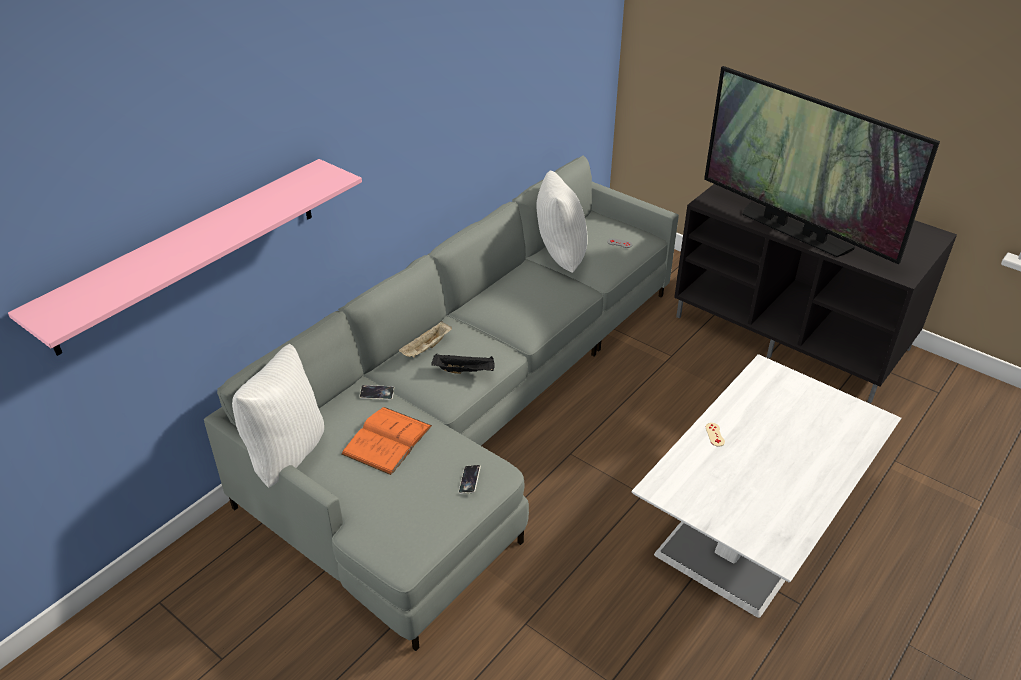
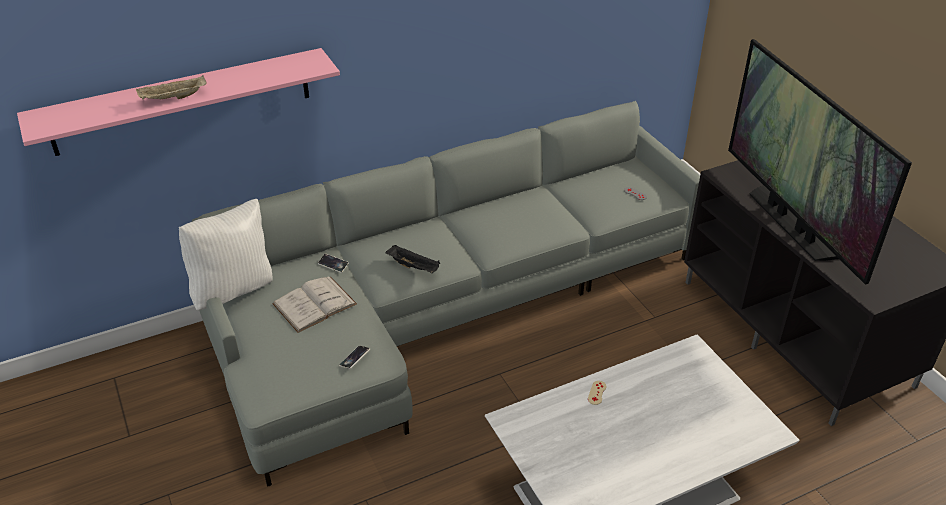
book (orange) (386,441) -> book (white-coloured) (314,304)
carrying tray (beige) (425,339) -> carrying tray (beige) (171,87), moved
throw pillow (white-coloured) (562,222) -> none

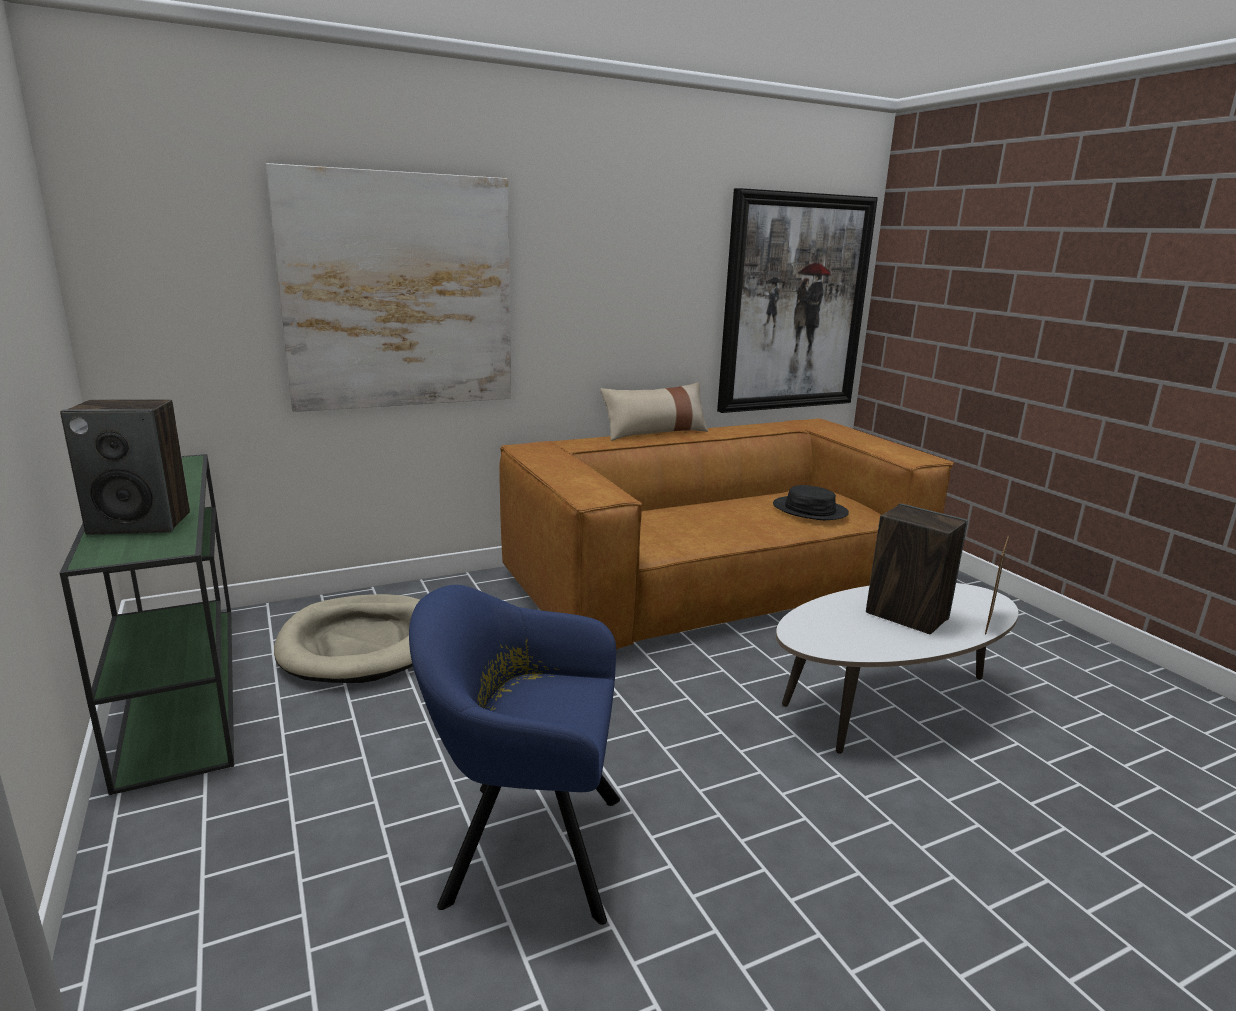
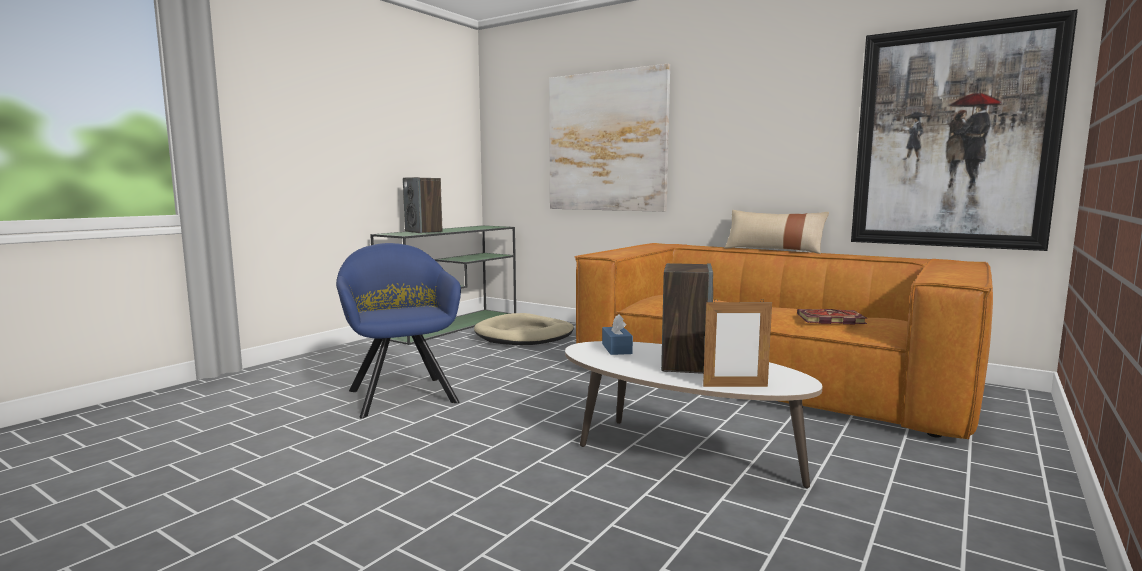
wearable hat (blackish) (811,502) -> book (832,316)
none -> tissue holder (blue-coloured) (617,334)

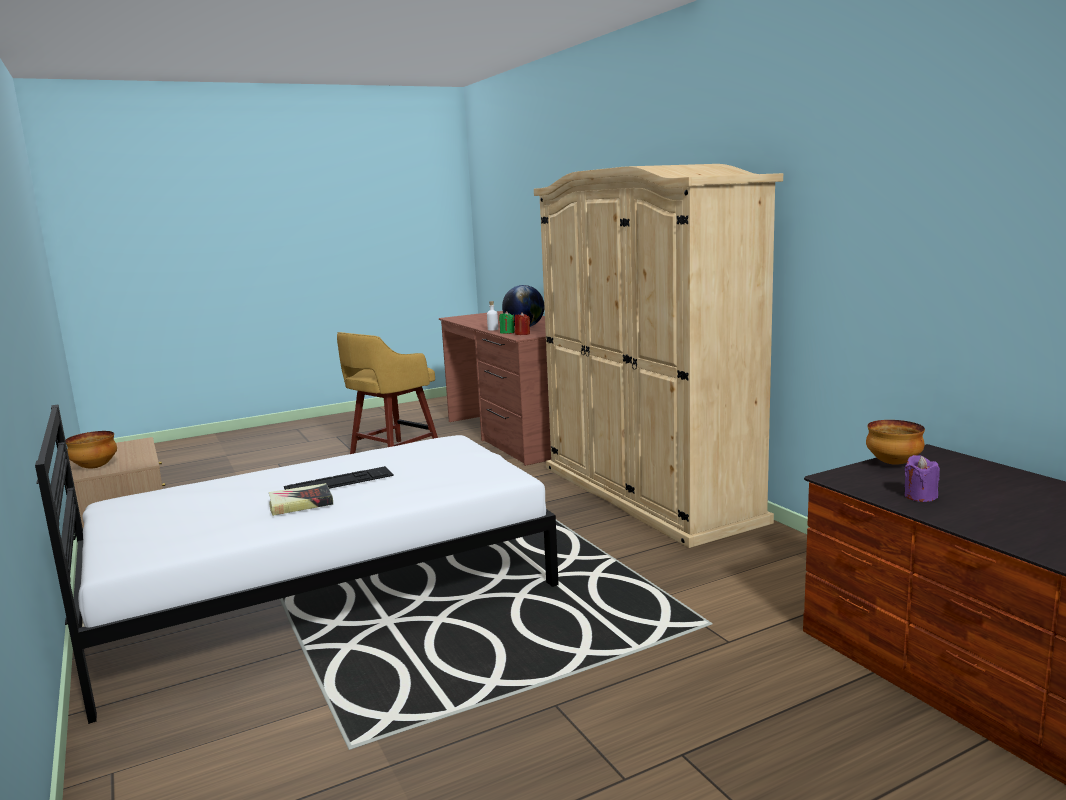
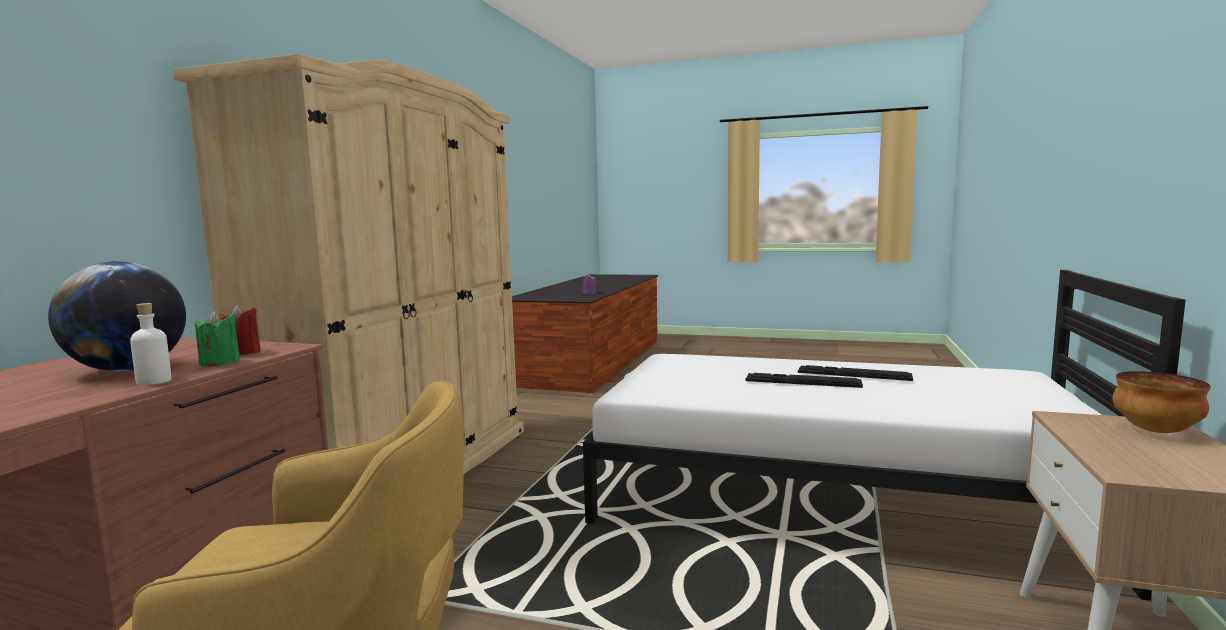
book (301,499) -> computer keyboard (855,373)
deep dish (895,442) -> none

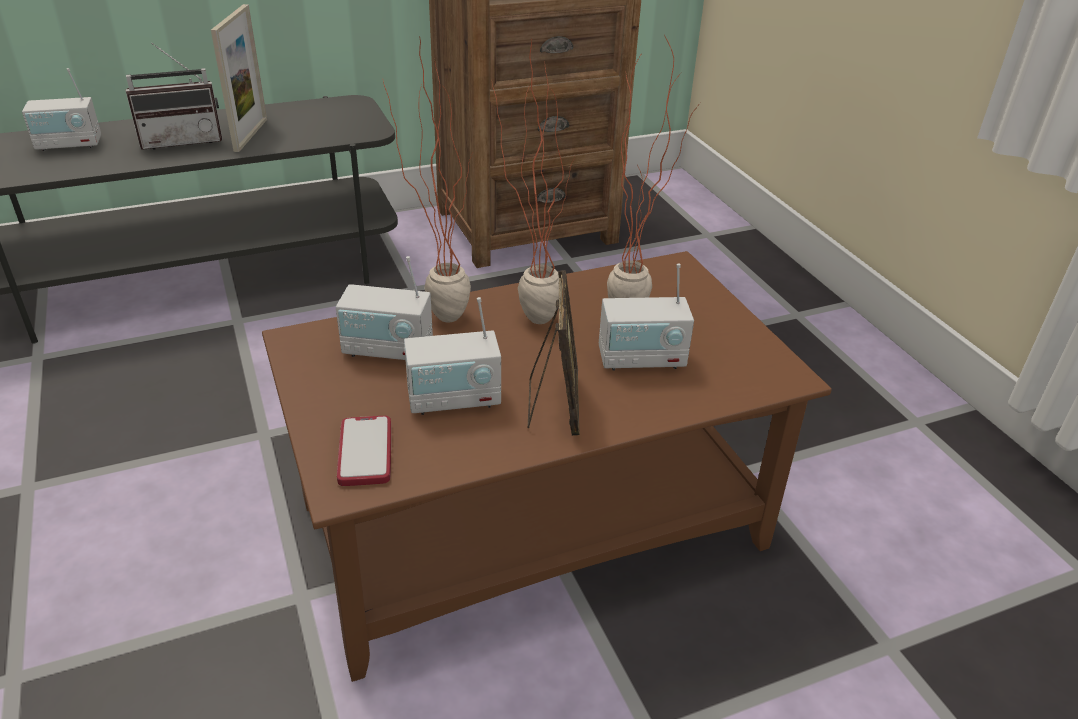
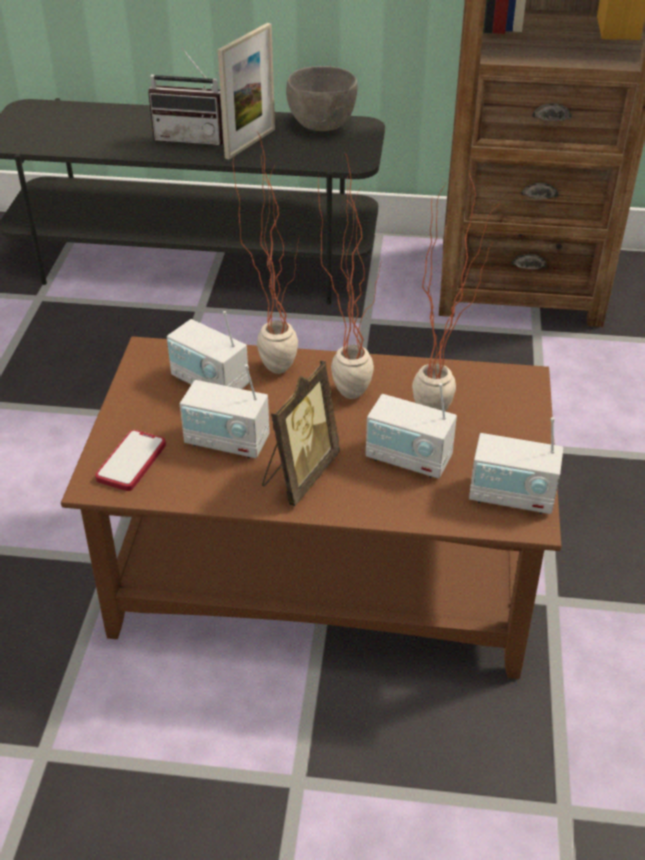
radio receiver (61,109) -> radio receiver (516,465), moved
none -> deep dish (gray) (322,98)

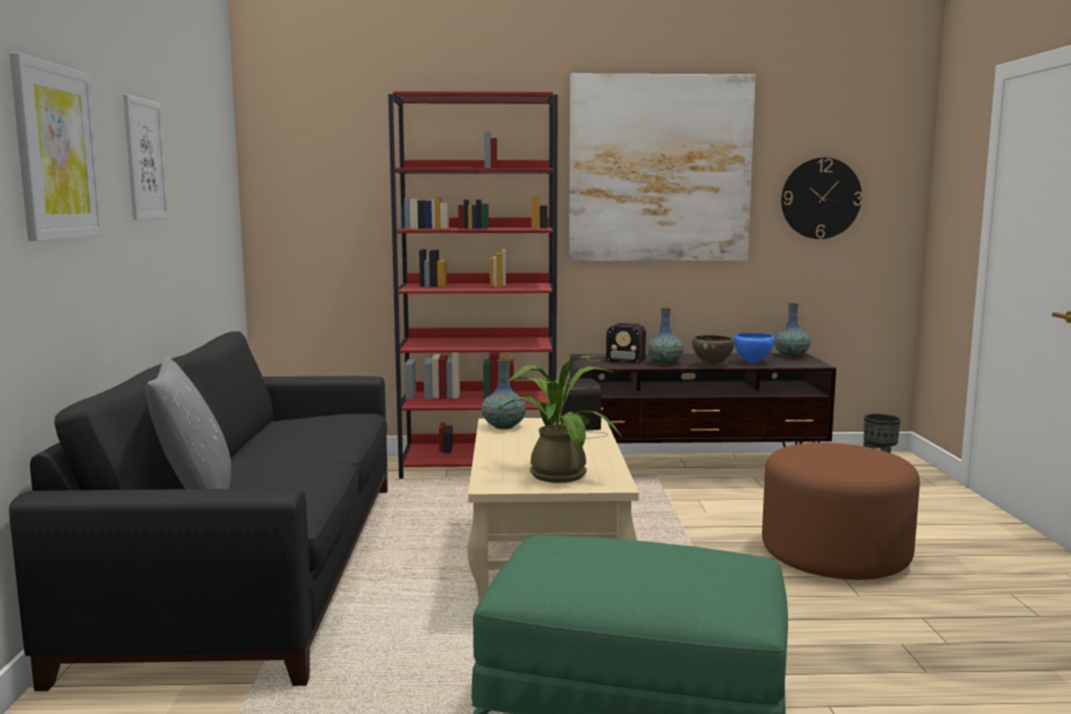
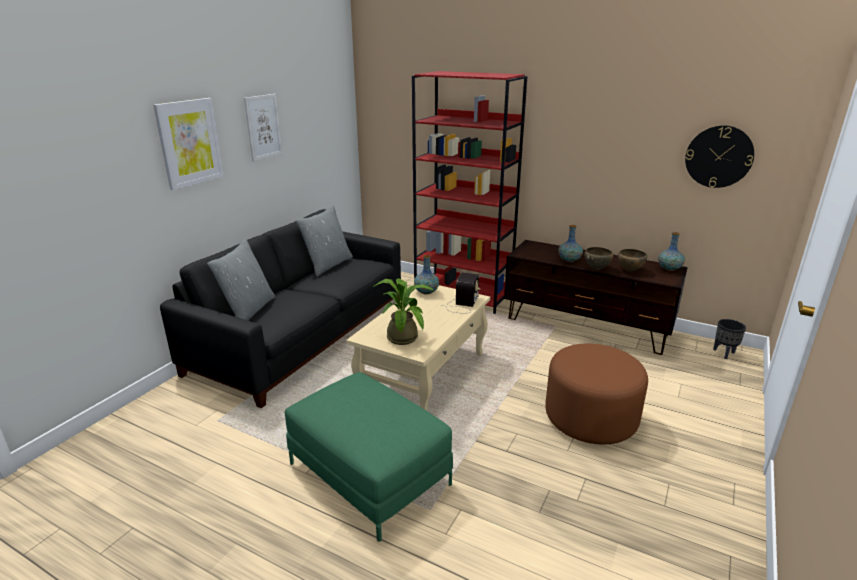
picture (662,167) -> none
radio receiver (617,343) -> none
deep dish (blue-coloured) (754,348) -> deep dish (brown-coloured) (632,260)
none -> throw pillow (gray) (324,241)

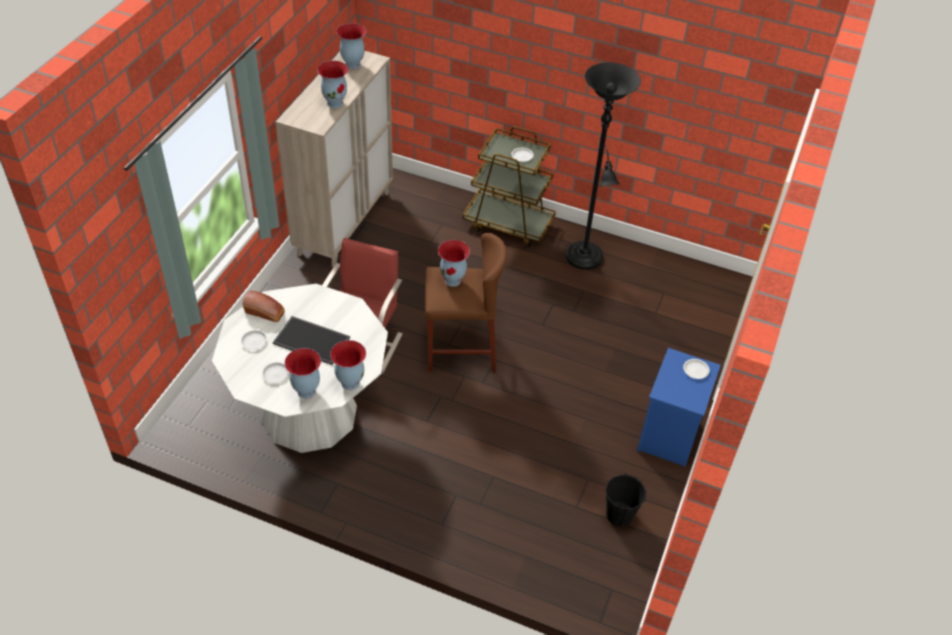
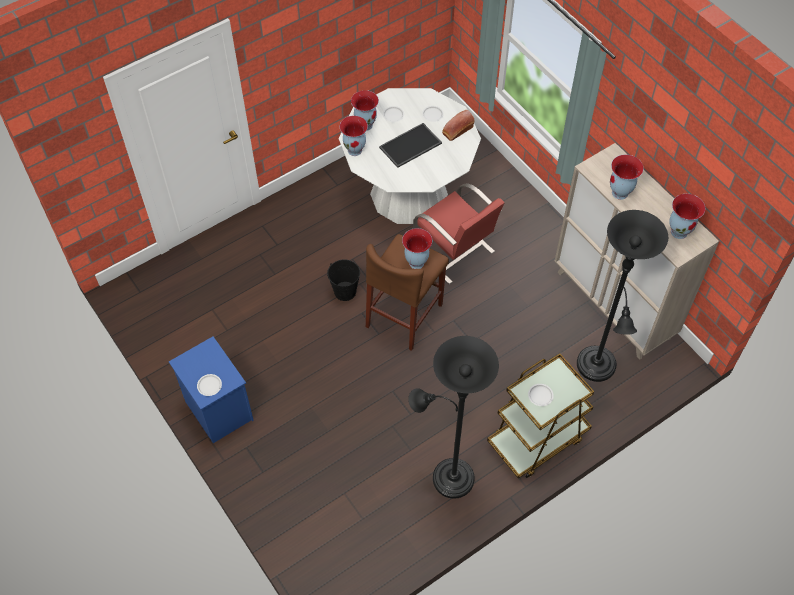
bucket (blackish) (626,500) -> bucket (blackish) (343,280), moved
none -> floor lamp (blackish) (622,296)

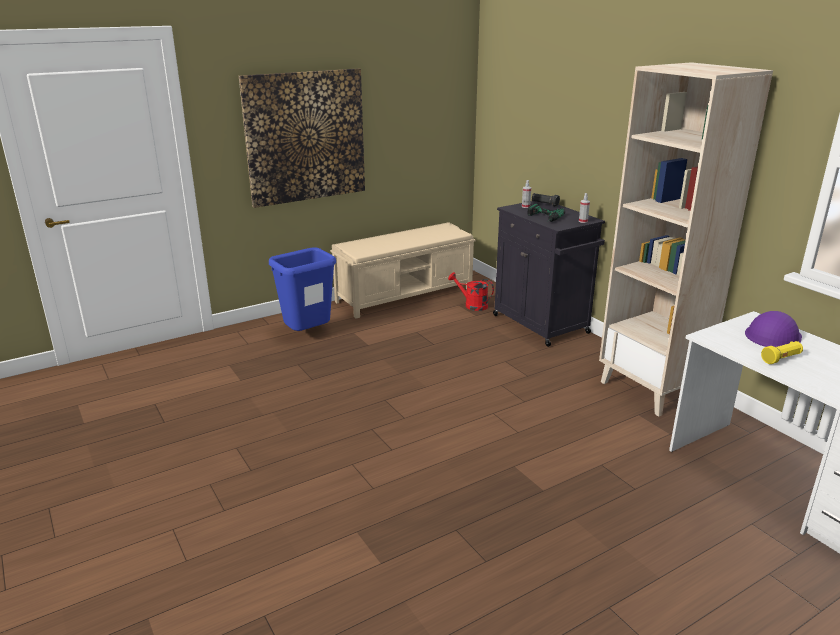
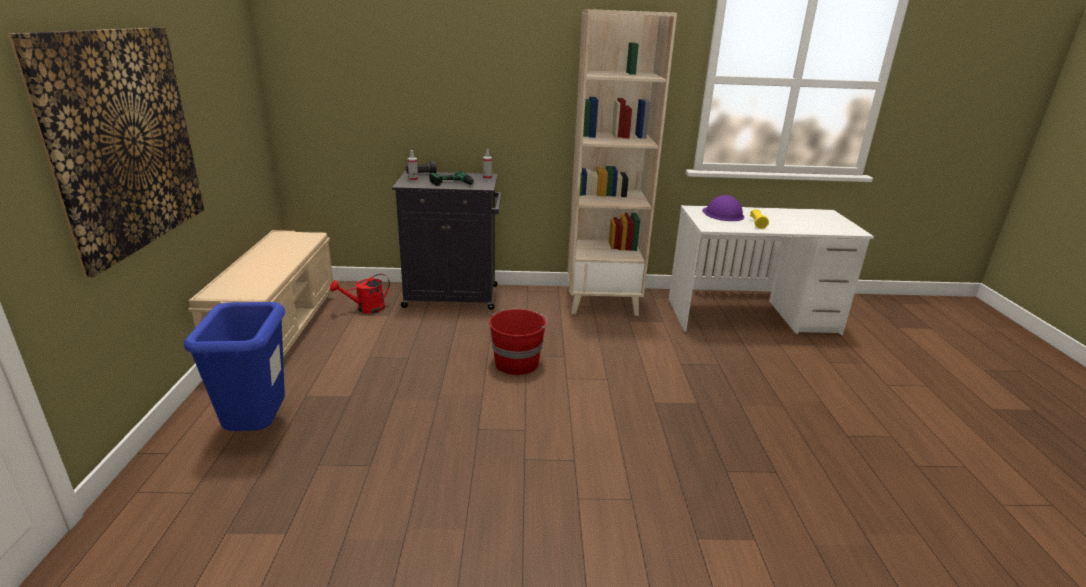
none -> bucket (red) (518,342)

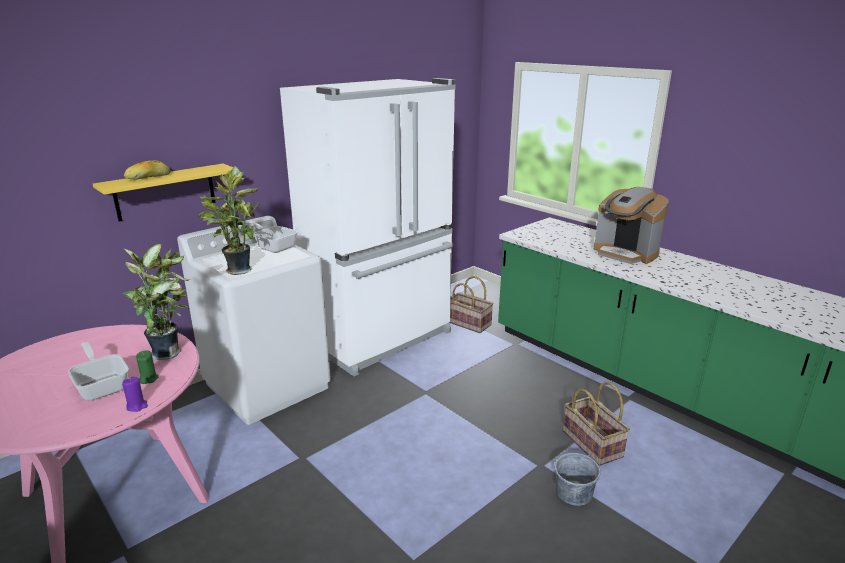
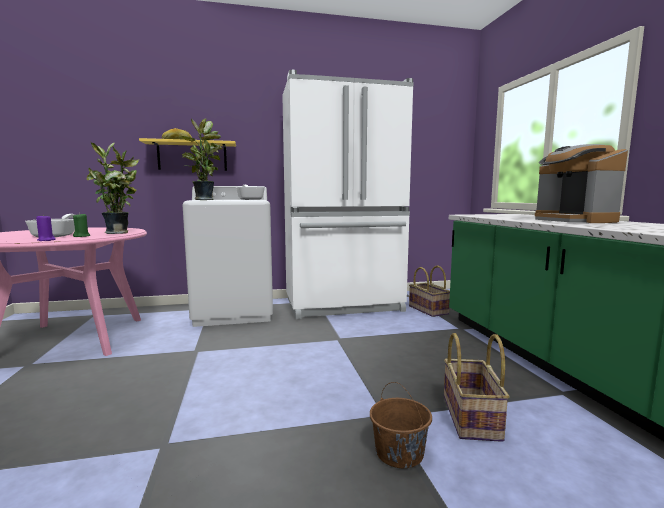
bucket (gray) (578,477) -> bucket (brown-coloured) (401,425)

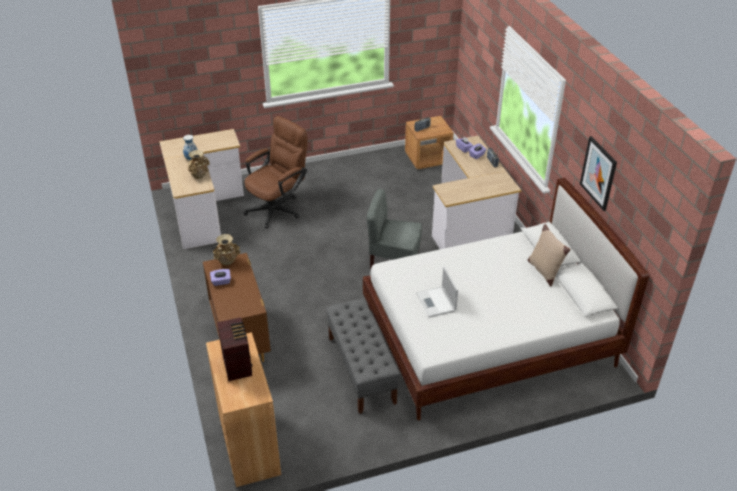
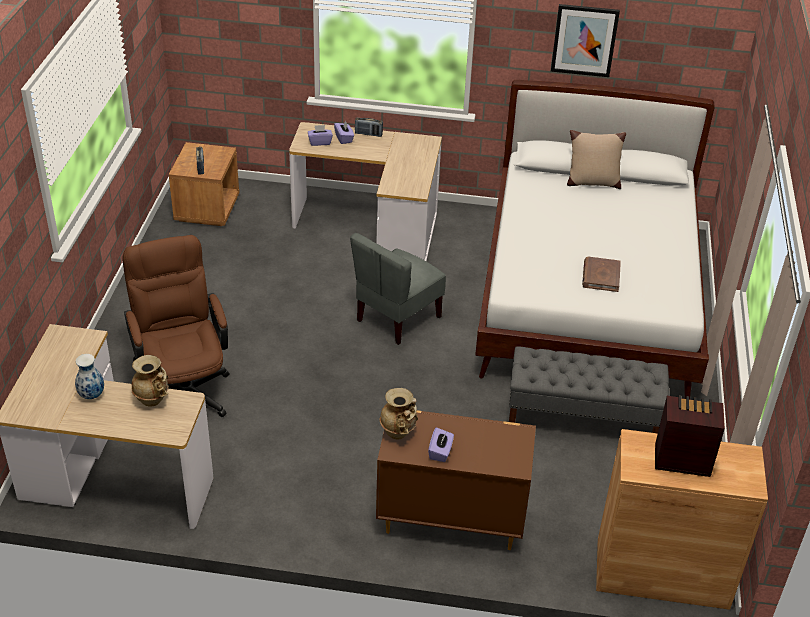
portable computer (437,292) -> book (brown-coloured) (601,274)

